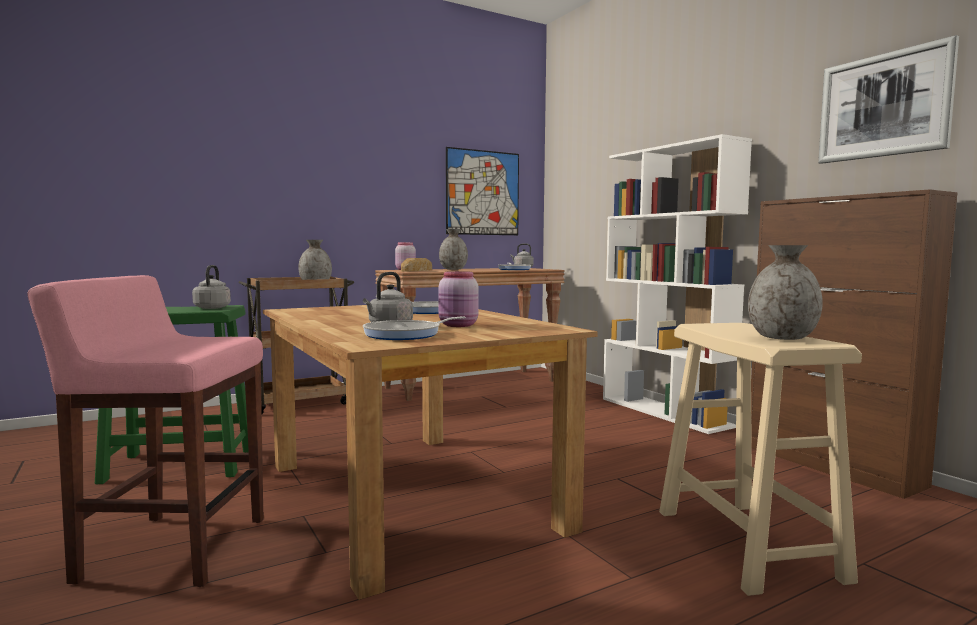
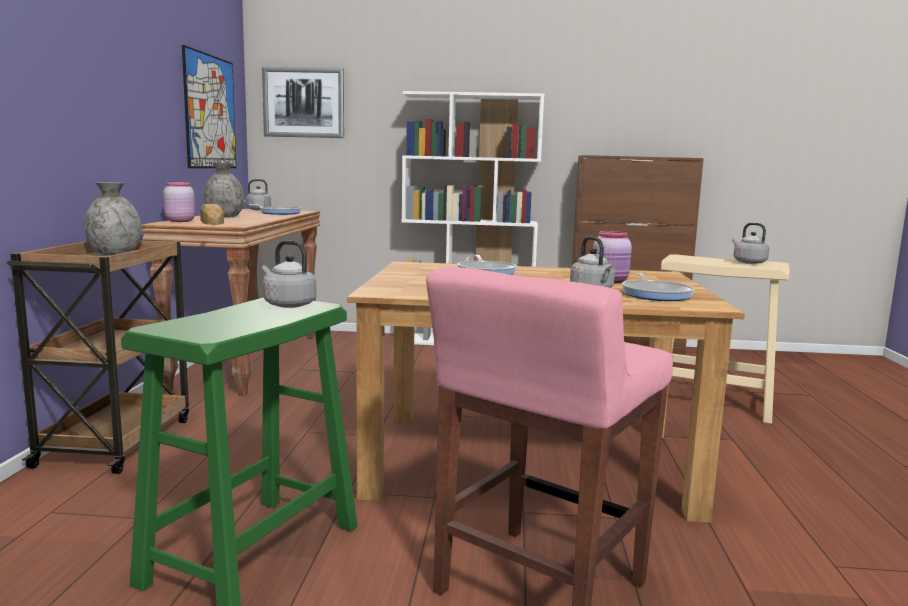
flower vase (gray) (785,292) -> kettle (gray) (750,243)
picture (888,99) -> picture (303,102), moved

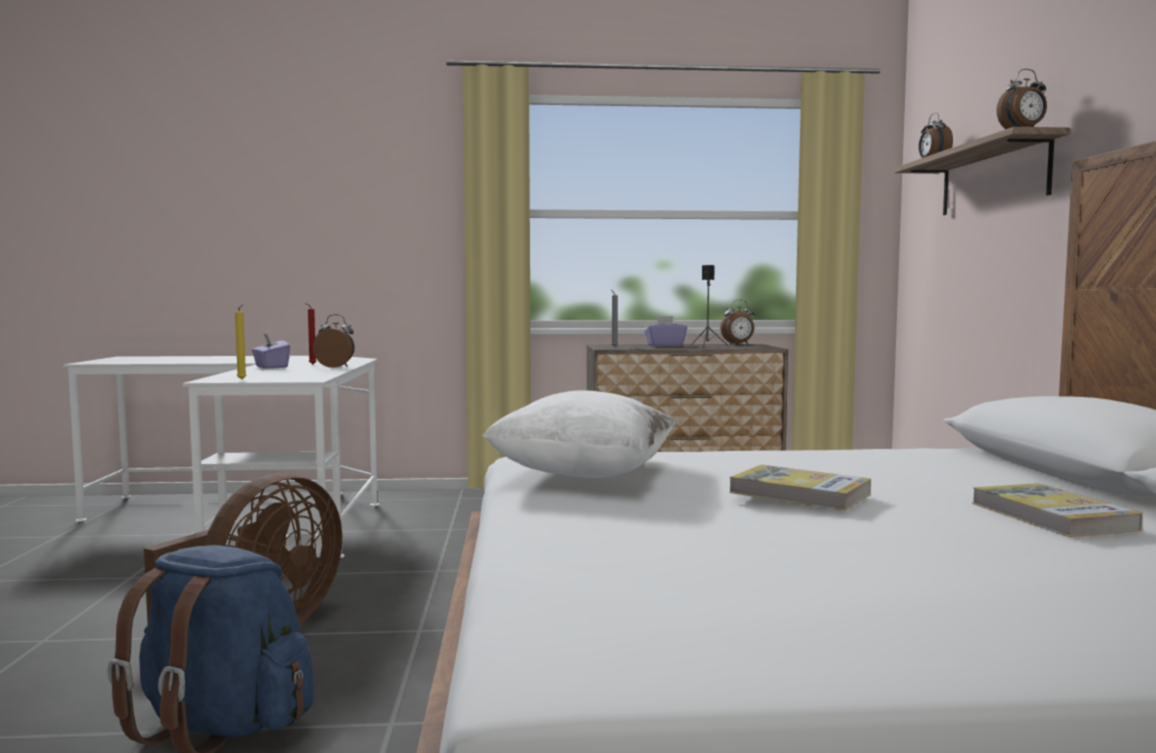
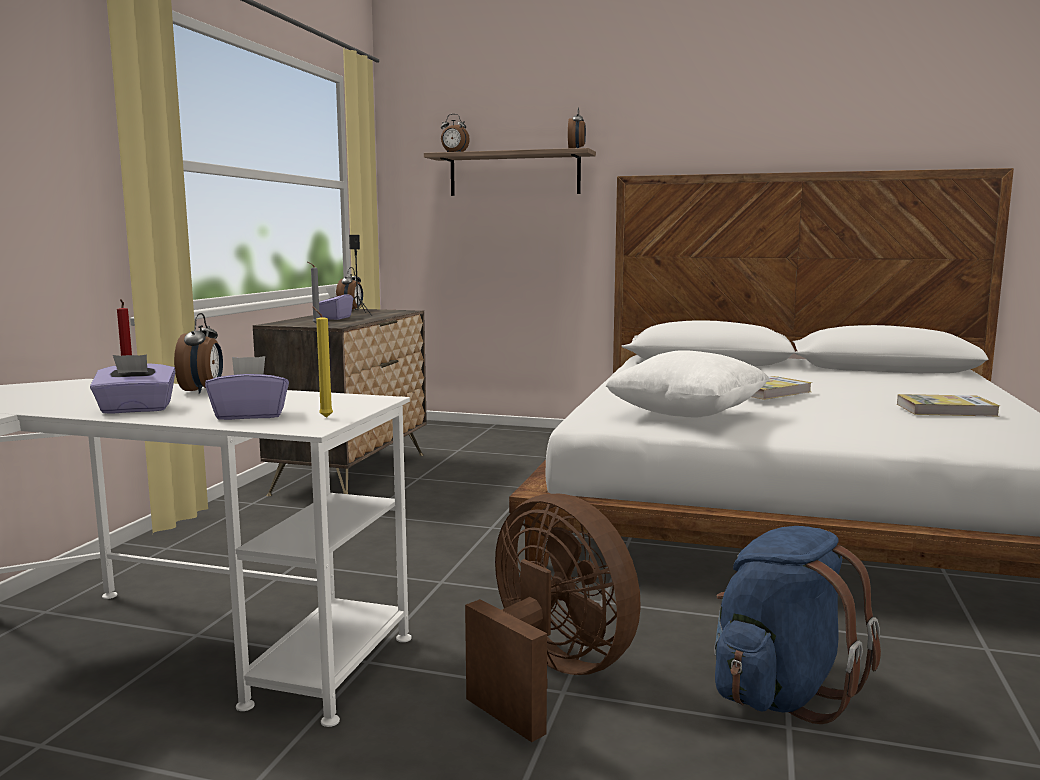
alarm clock (334,341) -> alarm clock (198,353), 150 degrees clockwise
book (1057,510) -> book (948,405), moved
none -> tissue holder (purple-coloured) (247,388)

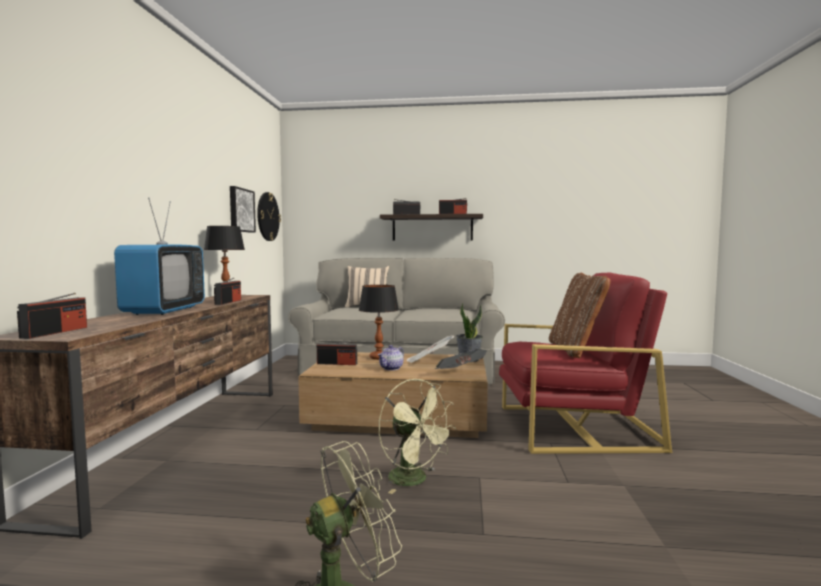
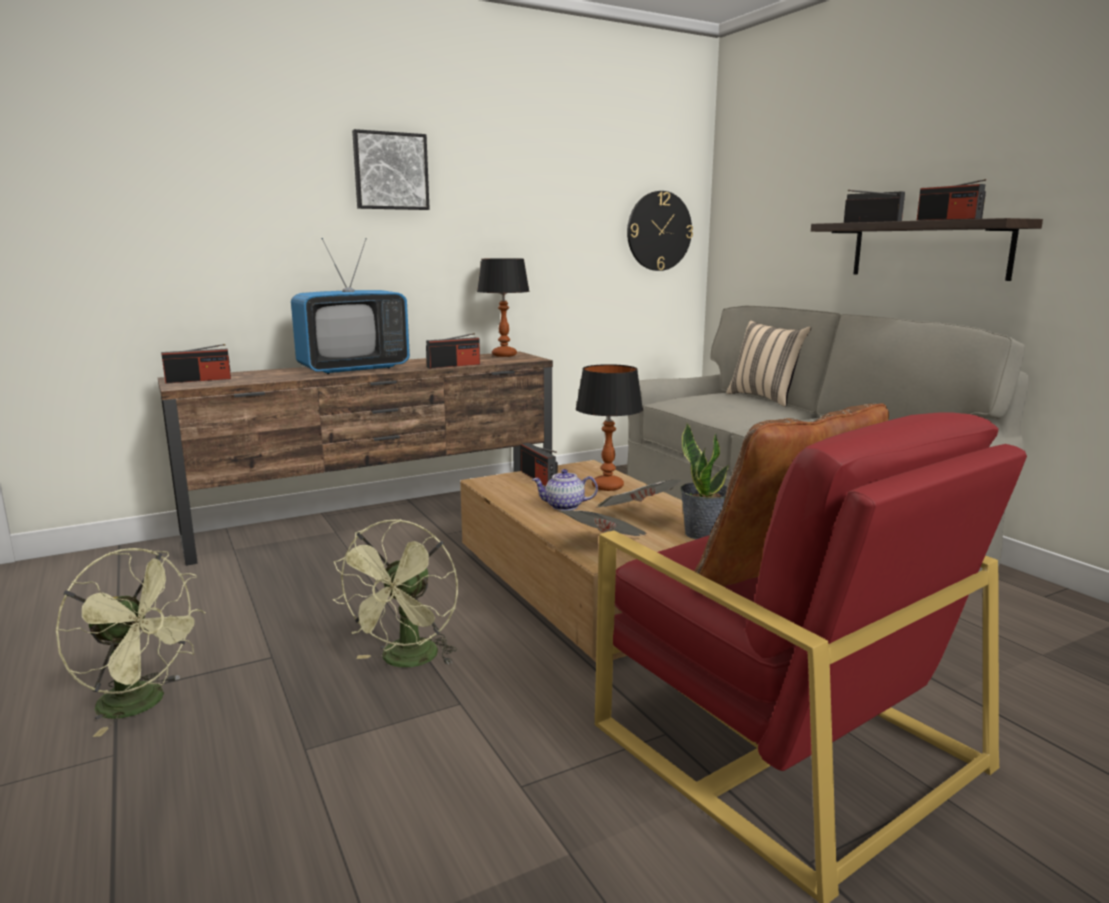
picture (243,209) -> picture (391,169), moved

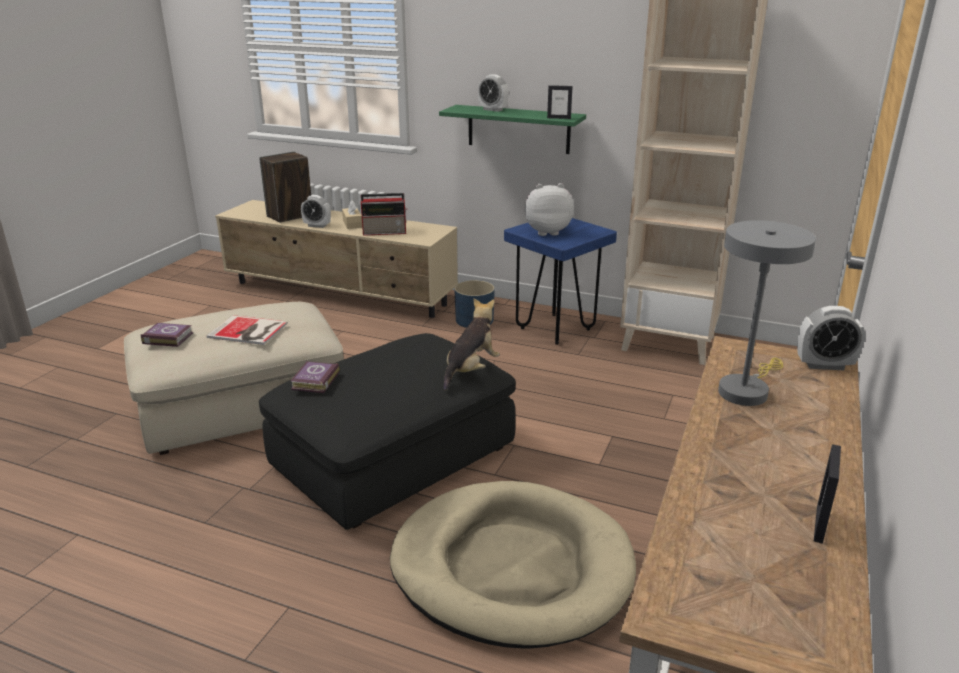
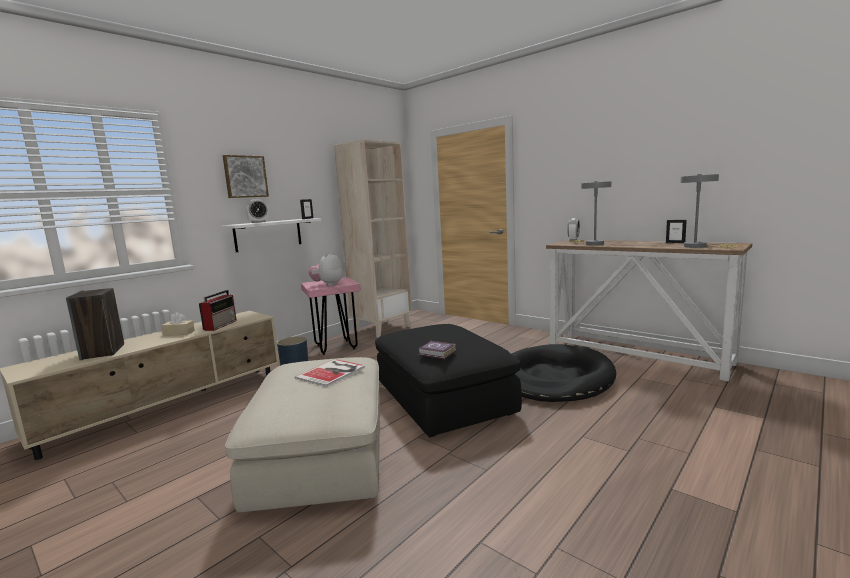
book (167,335) -> none
alarm clock (316,211) -> none
pet bed (beige) (513,565) -> pet bed (blackish) (564,373)
bracket shelf (green-coloured) (512,129) -> bracket shelf (white-coloured) (271,235)
plush toy (471,344) -> none
stool seat (blue-coloured) (560,281) -> stool seat (pink-coloured) (331,316)
none -> picture (246,176)
none -> table lamp (gray) (708,211)

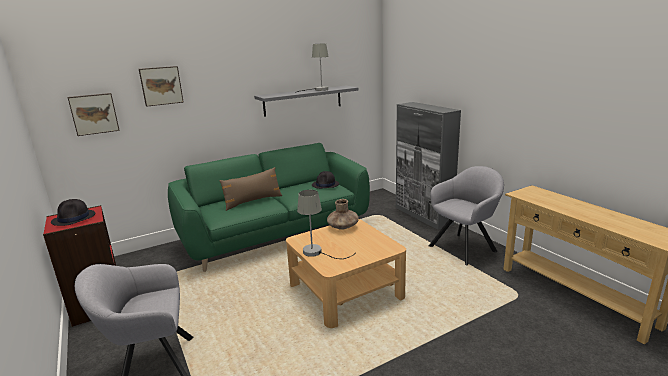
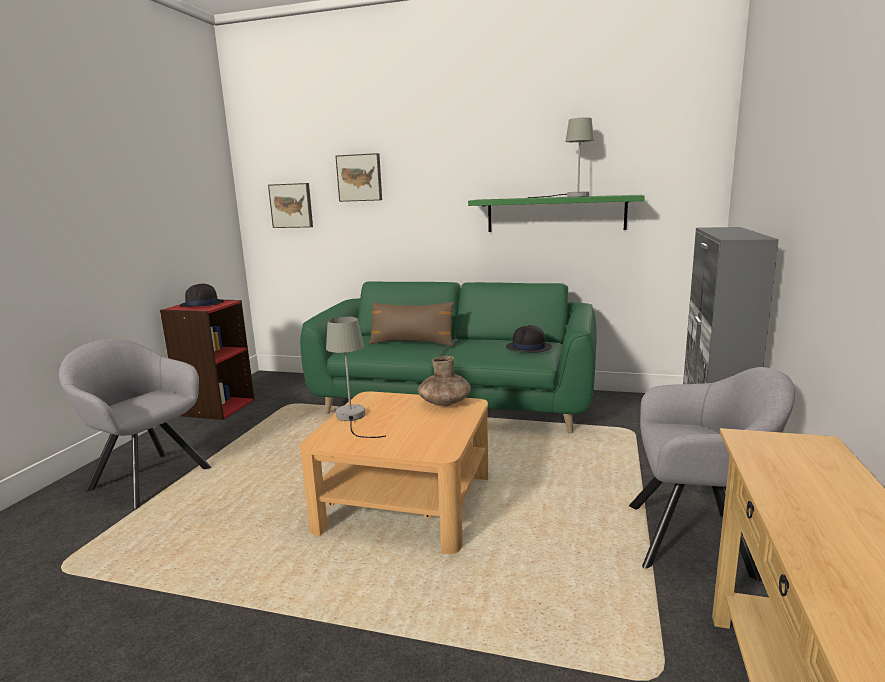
bracket shelf (gray) (306,101) -> bracket shelf (green-coloured) (556,213)

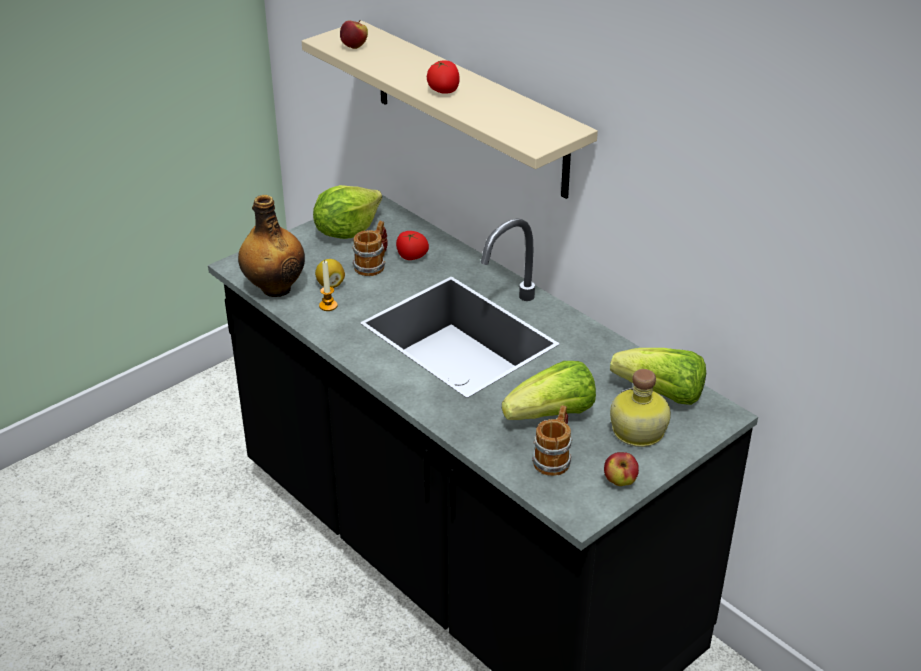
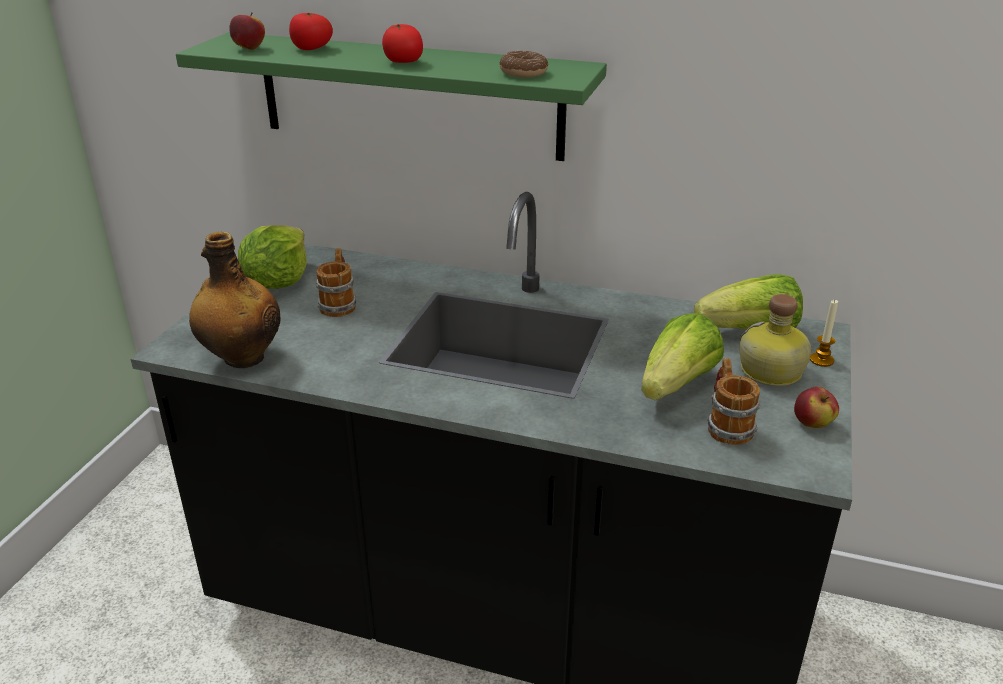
bracket shelf (beige) (450,109) -> bracket shelf (green-coloured) (391,96)
lemon (330,273) -> none
candle (328,286) -> candle (824,333), moved
tomato (412,245) -> tomato (311,31), moved
none -> ring doughnut (523,64)

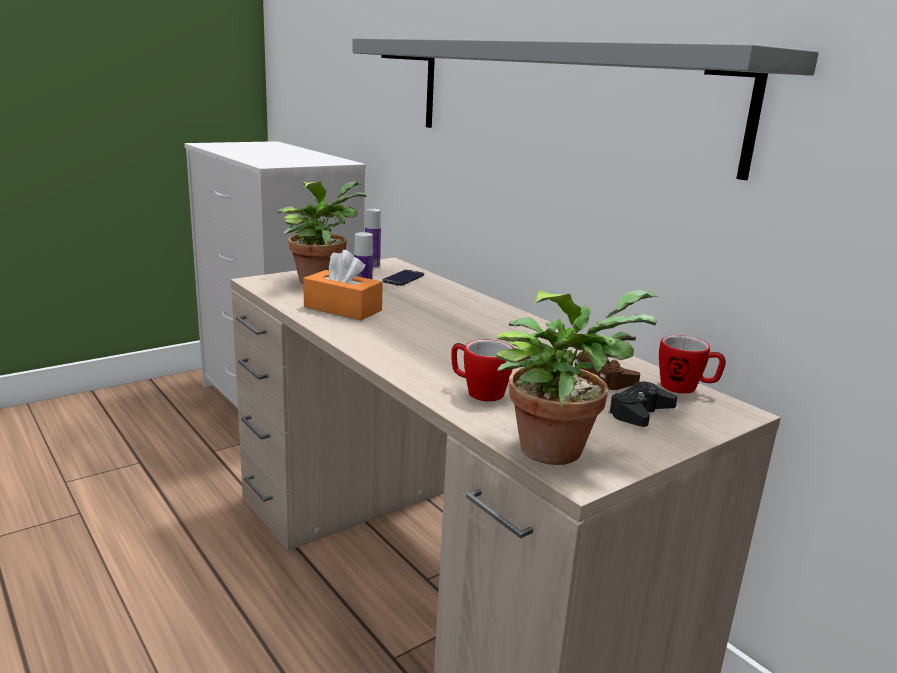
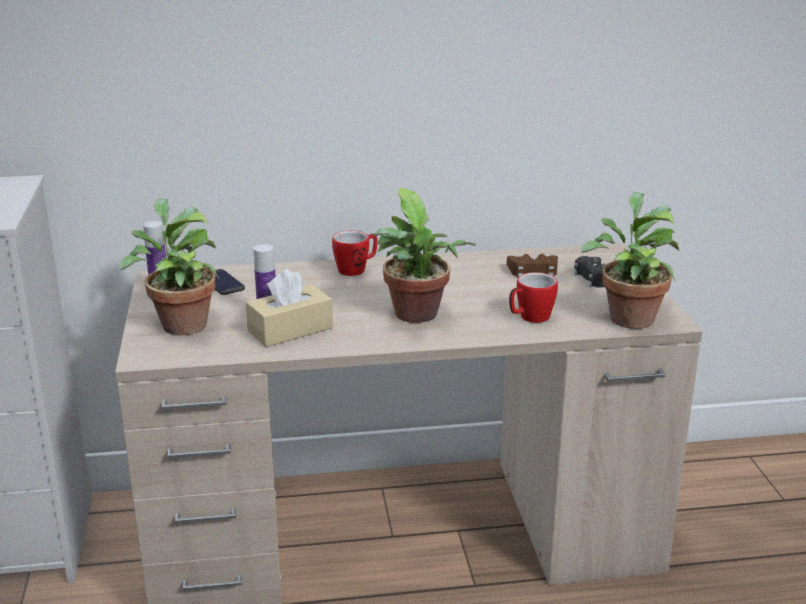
tissue holder (orange) (343,285) -> tissue holder (beige) (289,308)
bracket shelf (gray) (586,109) -> none
coffee mug (692,364) -> coffee mug (355,253), moved
none -> potted plant (425,255)

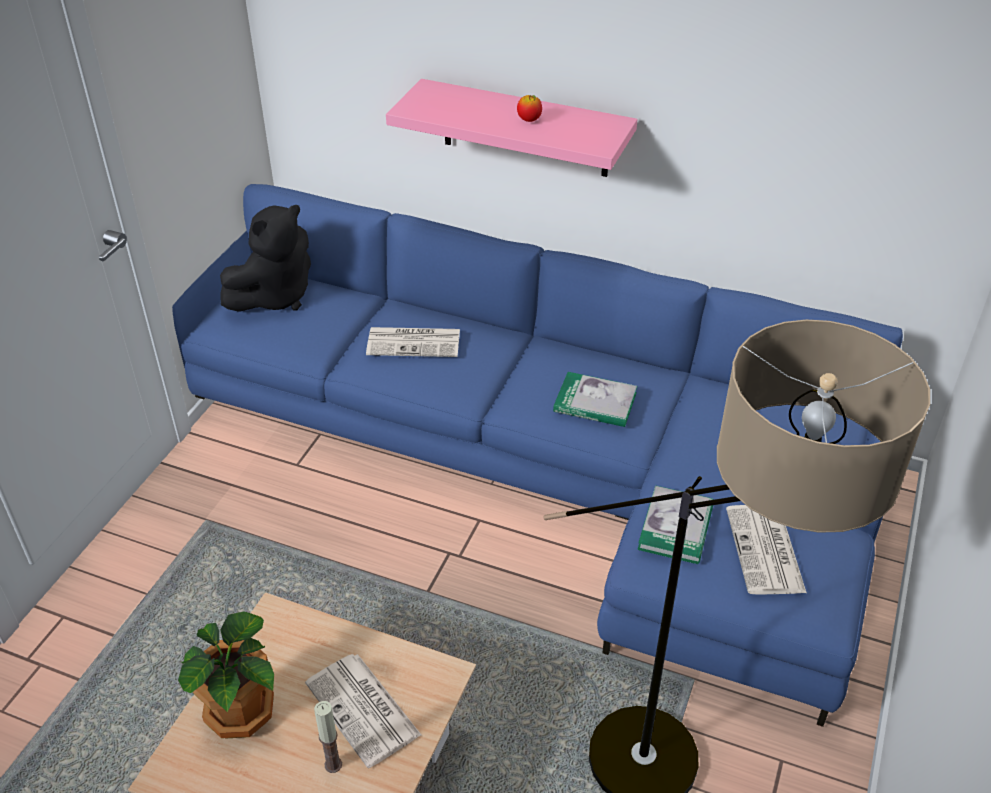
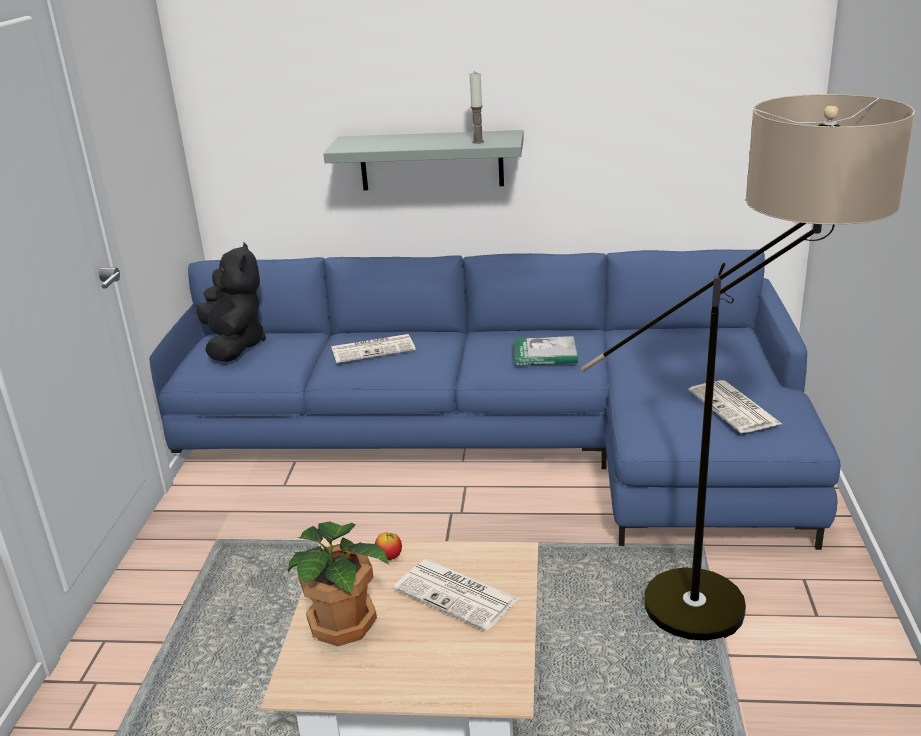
plush toy (blackish) (265,258) -> plush toy (blackish) (231,302), 45 degrees counterclockwise
candle (328,737) -> candle (477,107), moved
bracket shelf (pink-coloured) (512,128) -> bracket shelf (gray) (423,160)
apple (529,108) -> apple (388,546), moved
book (676,524) -> none

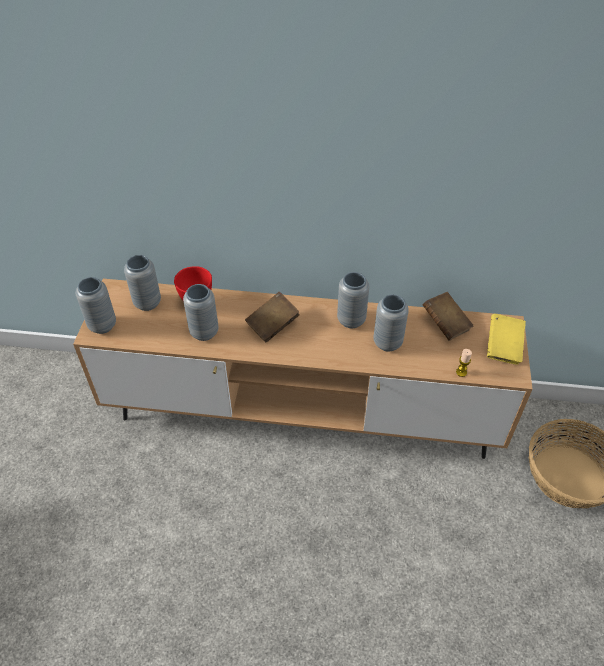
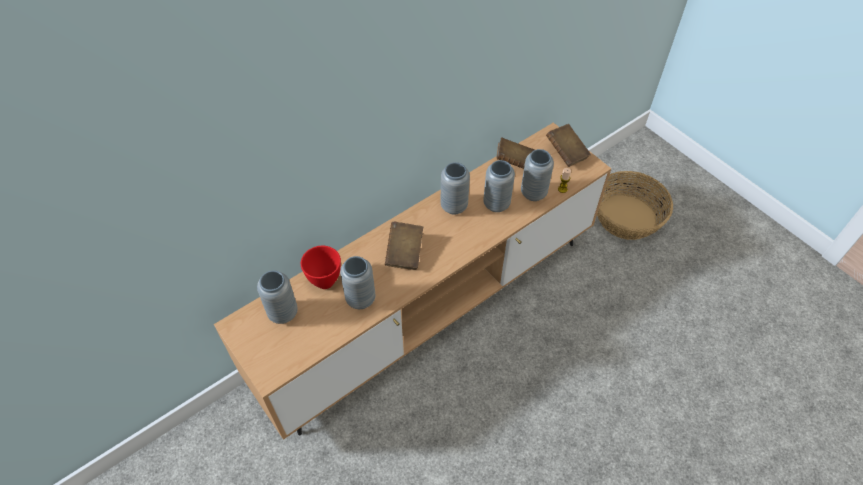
flower vase (gray) (96,305) -> flower vase (gray) (537,175), moved
book (yellow-coloured) (506,339) -> book (brown-coloured) (568,145)

